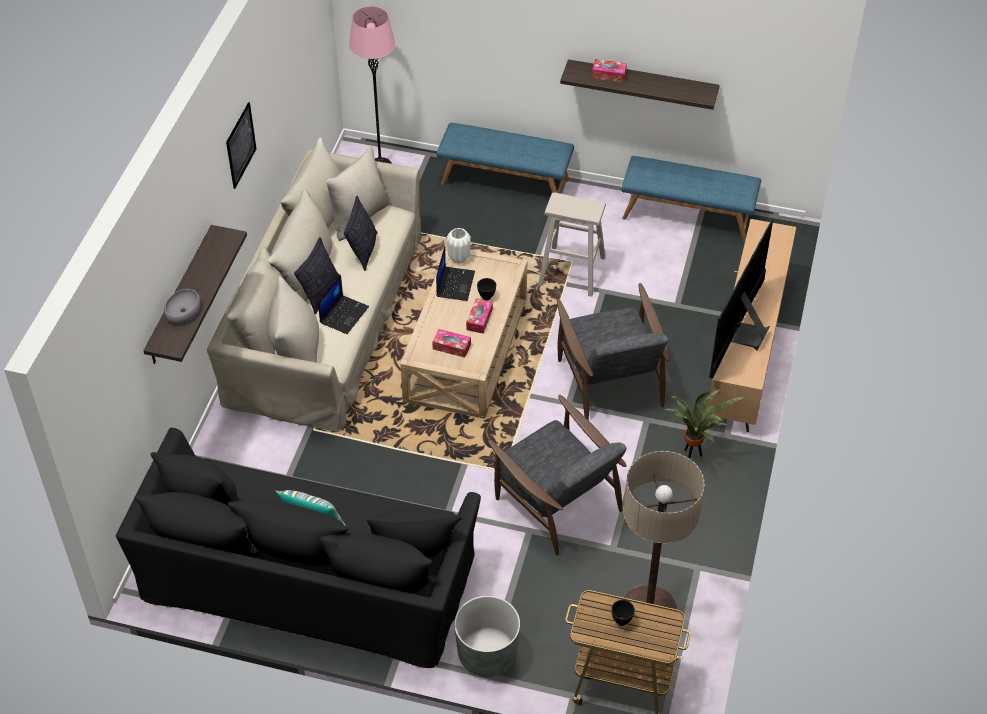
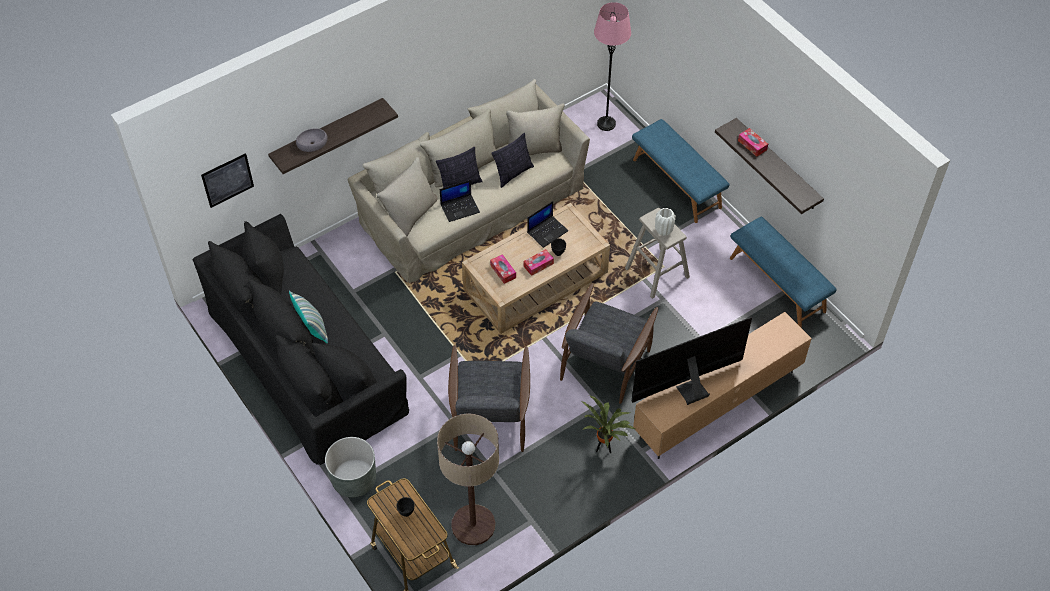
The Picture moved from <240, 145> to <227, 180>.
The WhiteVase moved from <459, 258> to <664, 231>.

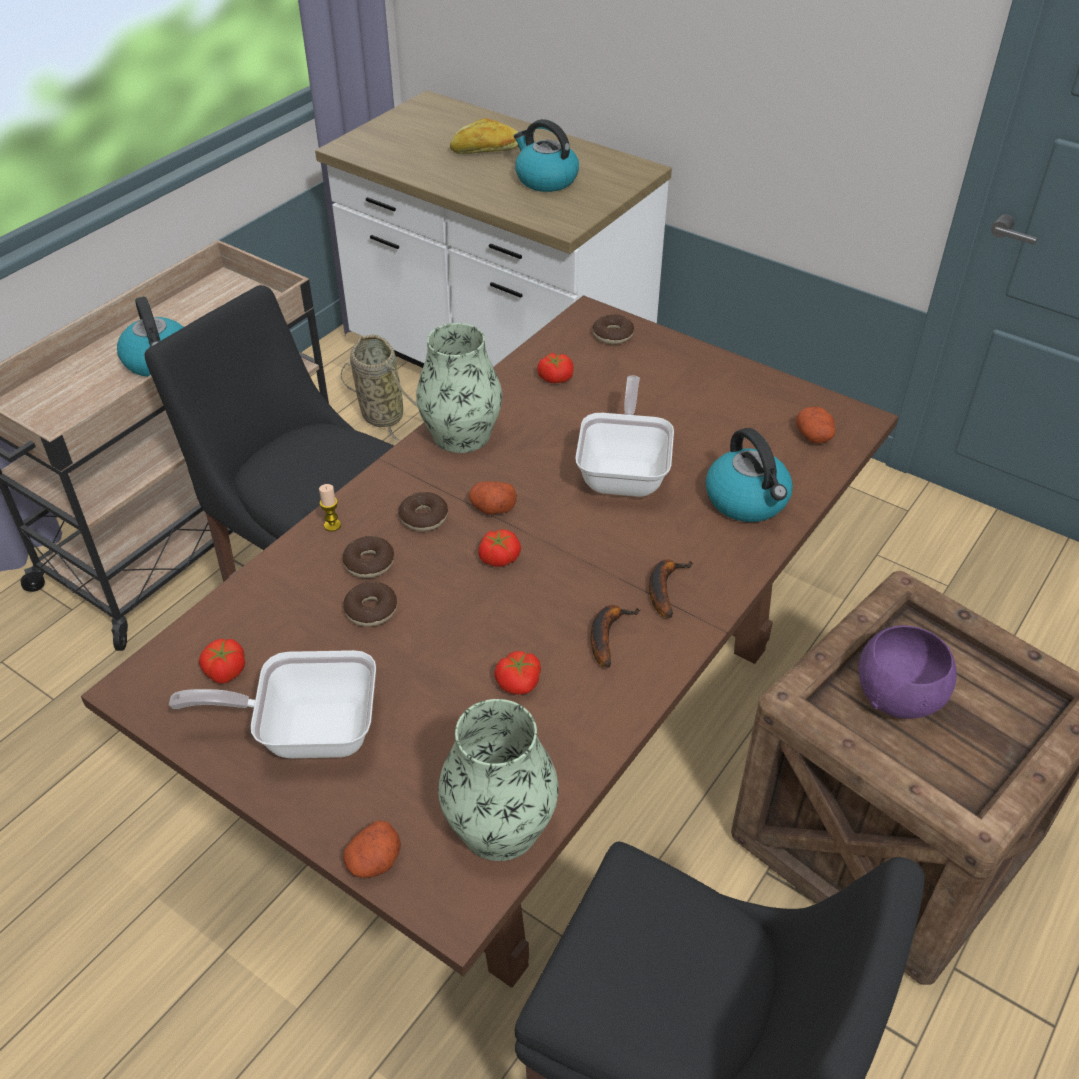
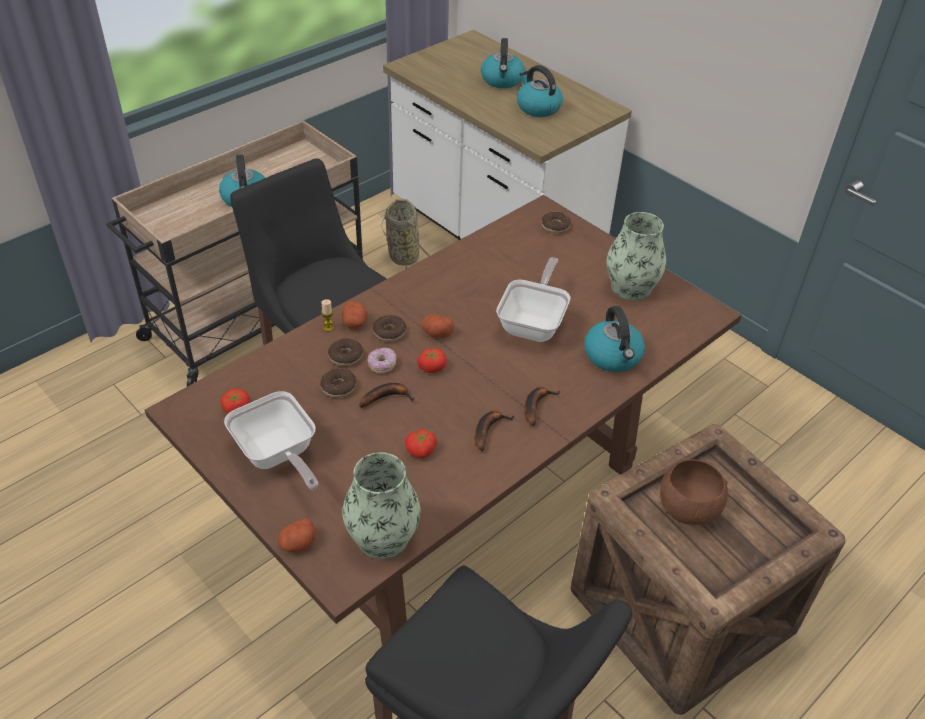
The Tomato at <555, 377> disappeared.
The Banana at <387, 397> appeared.
The Donut at <382, 365> appeared.
The Vase moved from <461, 434> to <631, 287>.
The Potato moved from <814, 436> to <355, 323>.
The Bread at <486, 150> was replaced by the Kettle at <502, 80>.
The PurpleBowl at <898, 695> became the BrownBowl at <688, 508>.
The FryingPan at <307, 731> turned 135 degrees counterclockwise.

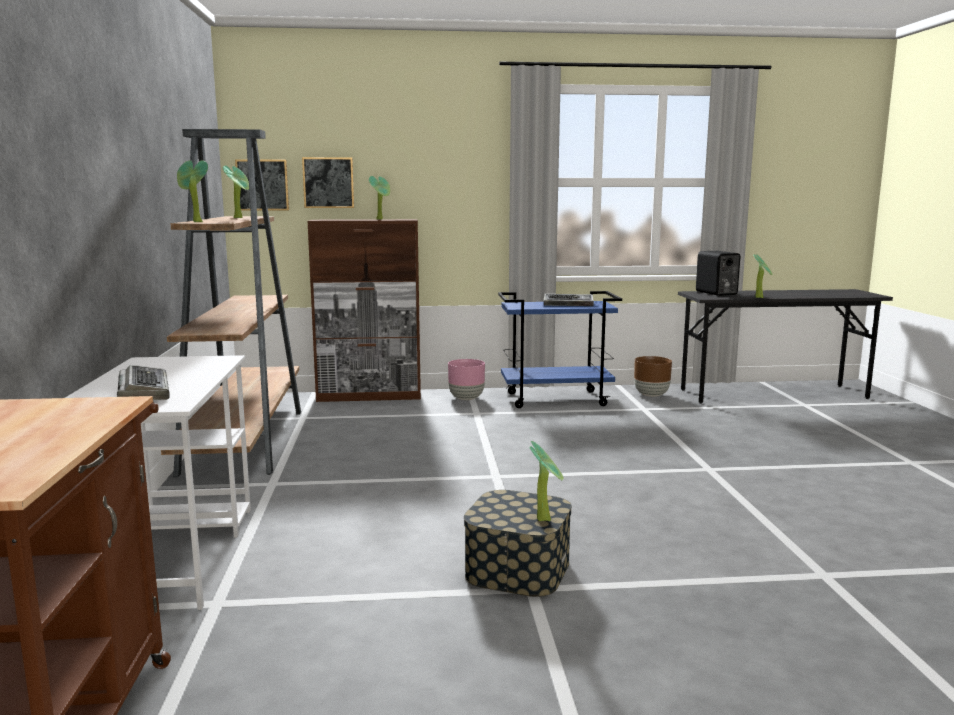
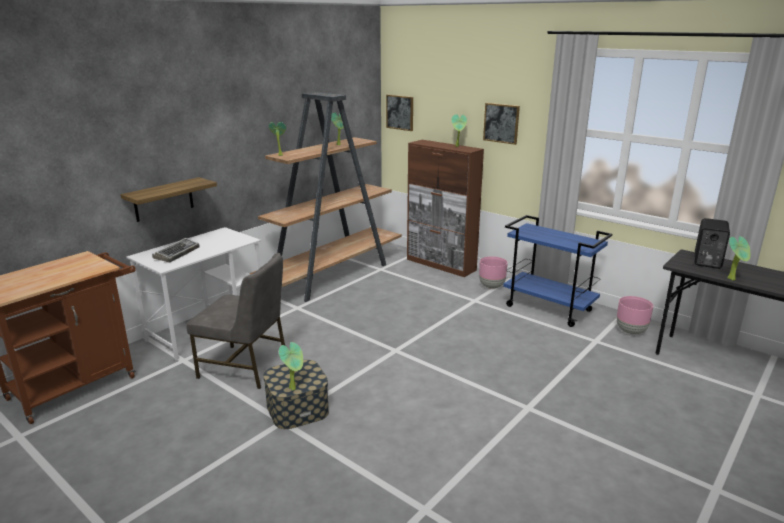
The Keyboard at <569, 304> disappeared.
The Shelf at <163, 199> appeared.
The GreyChair at <245, 367> appeared.
The Picture moved from <328, 182> to <501, 123>.
The BrownPlanter at <651, 395> became the PinkPlanter at <630, 331>.

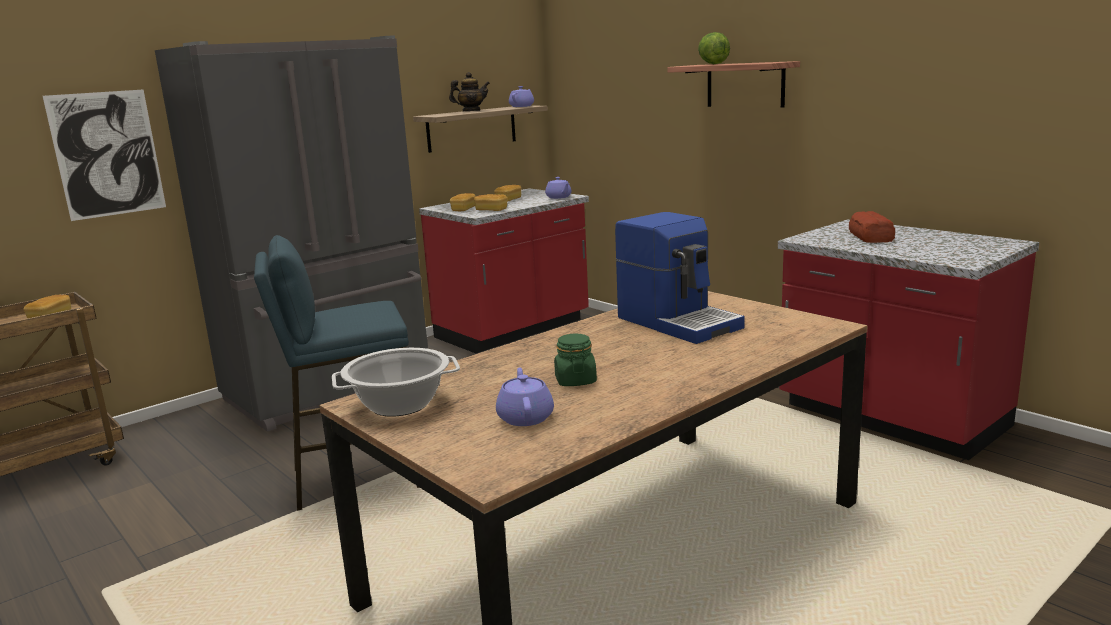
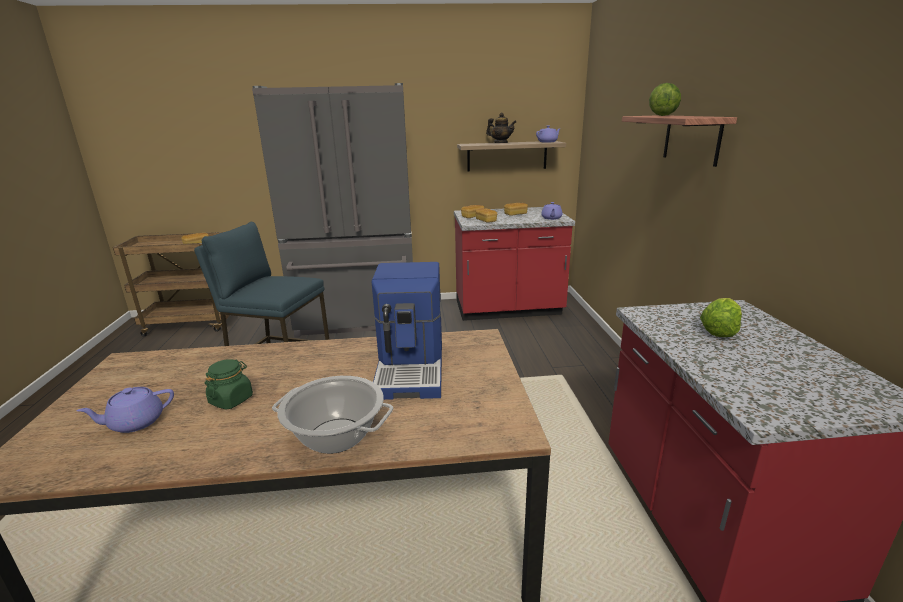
The Picture at <107, 154> disappeared.
The CookingPot moved from <400, 404> to <336, 436>.
The Bread at <870, 237> was replaced by the Lettuce at <719, 331>.
The PurpleTeapot at <525, 417> turned 150 degrees counterclockwise.

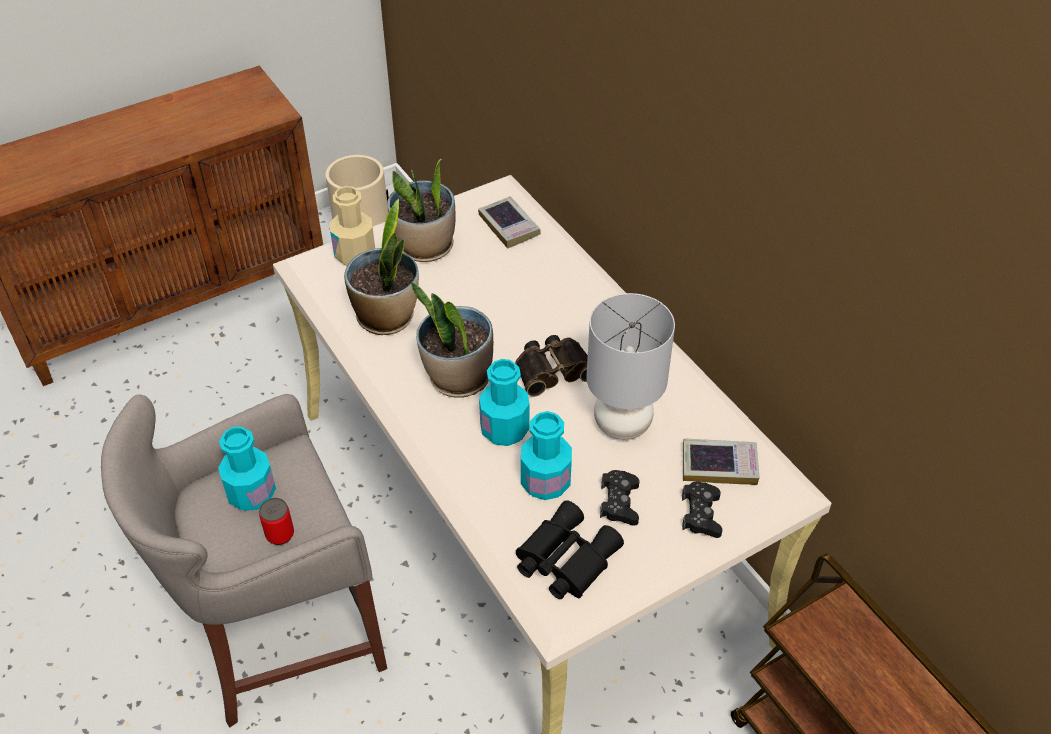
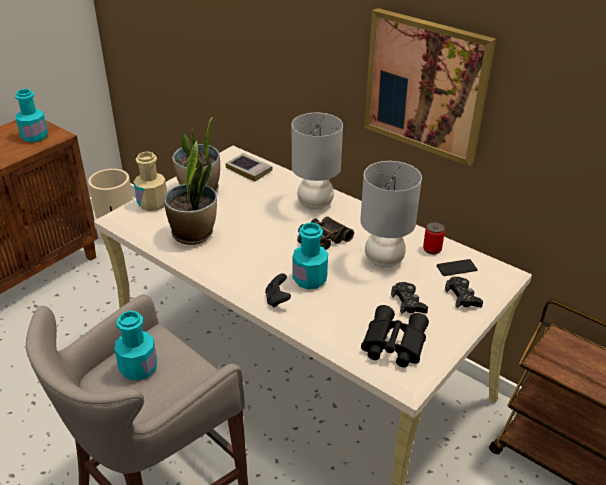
The PottedPlant at <458, 378> disappeared.
The BlackGameController at <277, 299> appeared.
The GreyTableLamp at <315, 204> appeared.
The Picture at <426, 86> appeared.
The Can moved from <280, 534> to <432, 249>.
The TurquoiseBottle moved from <545, 482> to <35, 136>.
The Book at <719, 465> was replaced by the Phone at <456, 268>.

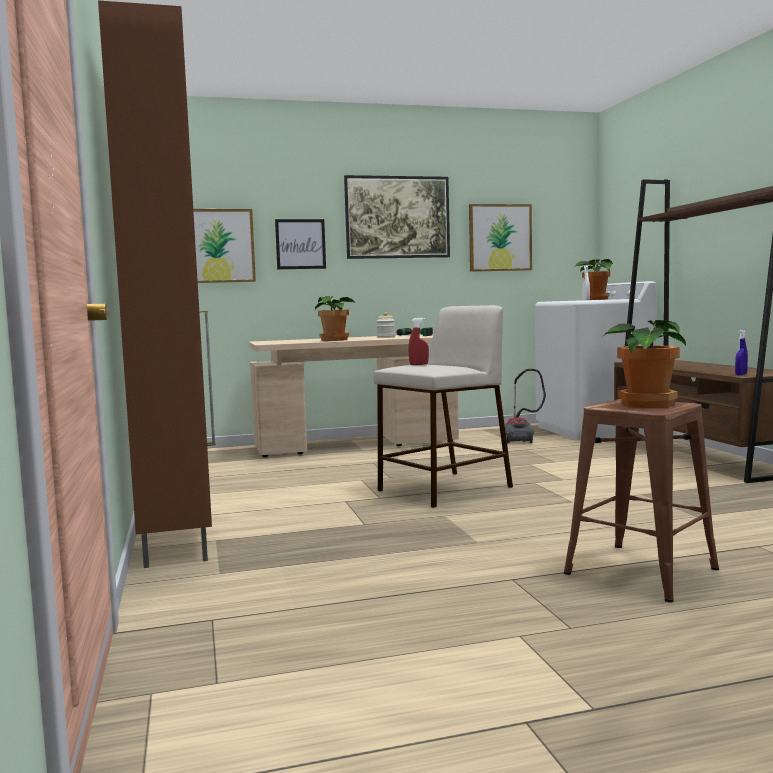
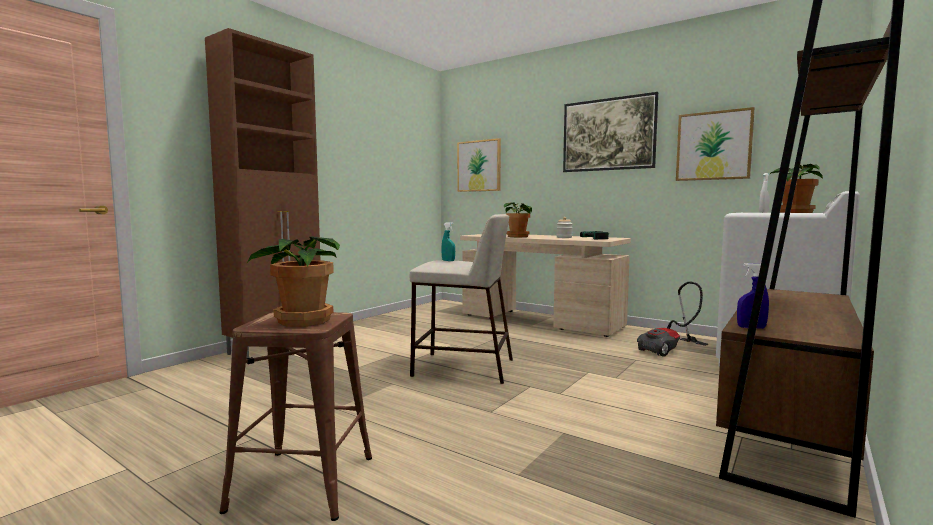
The Picture at <300, 244> disappeared.
The RedSprayBottle at <419, 364> became the TurquoiseSprayBottle at <448, 261>.

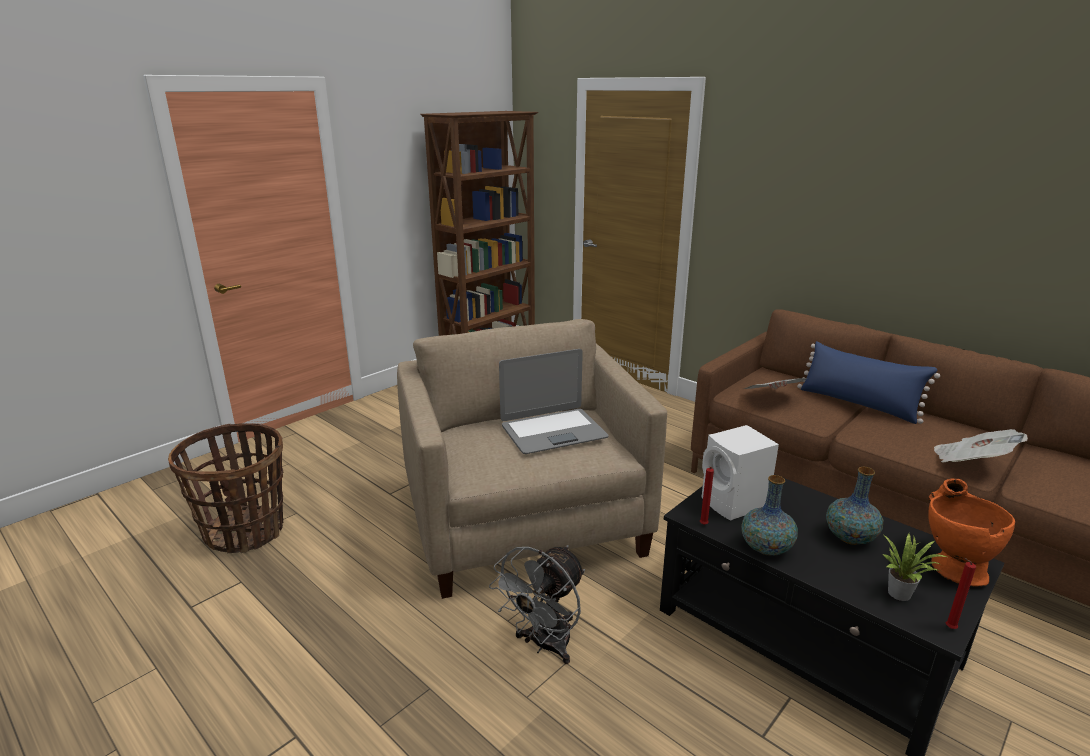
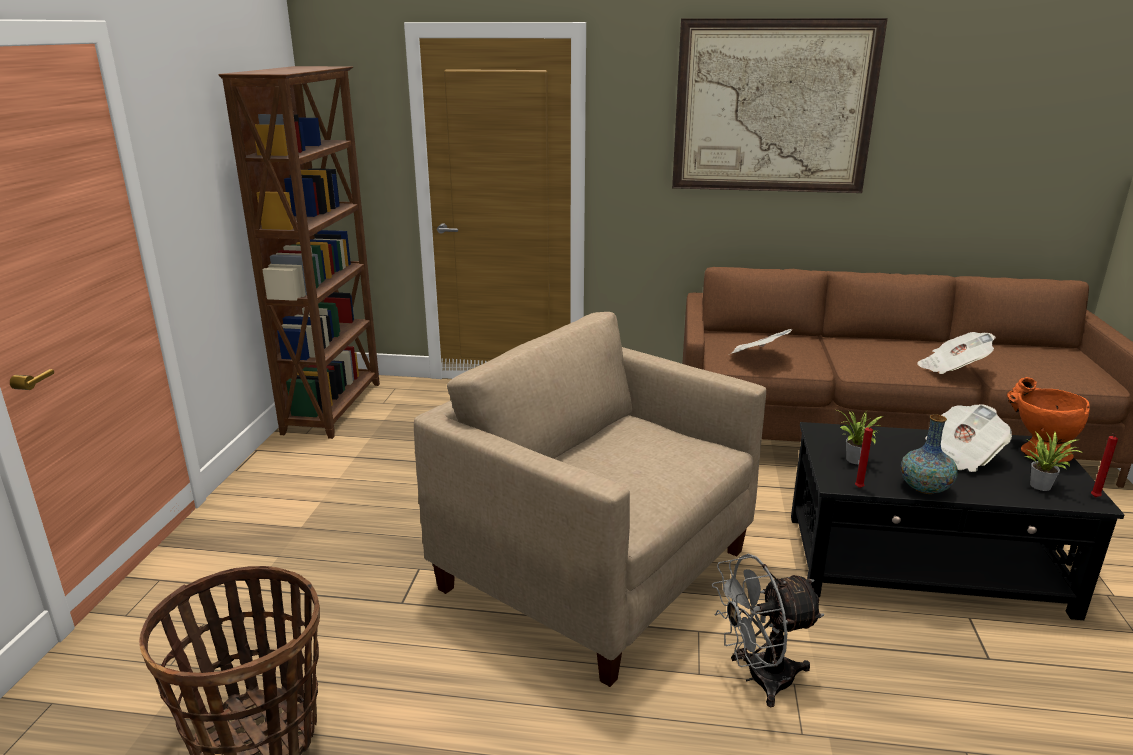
The Laptop at <553, 432> disappeared.
The BluePillow at <858, 404> disappeared.
The Picture at <773, 107> appeared.
The WhiteSpeaker at <735, 504> was replaced by the PottedPlant at <854, 461>.
The Vase at <849, 537> was replaced by the Newspaper at <959, 456>.
The GreyFan at <544, 645> turned 75 degrees clockwise.

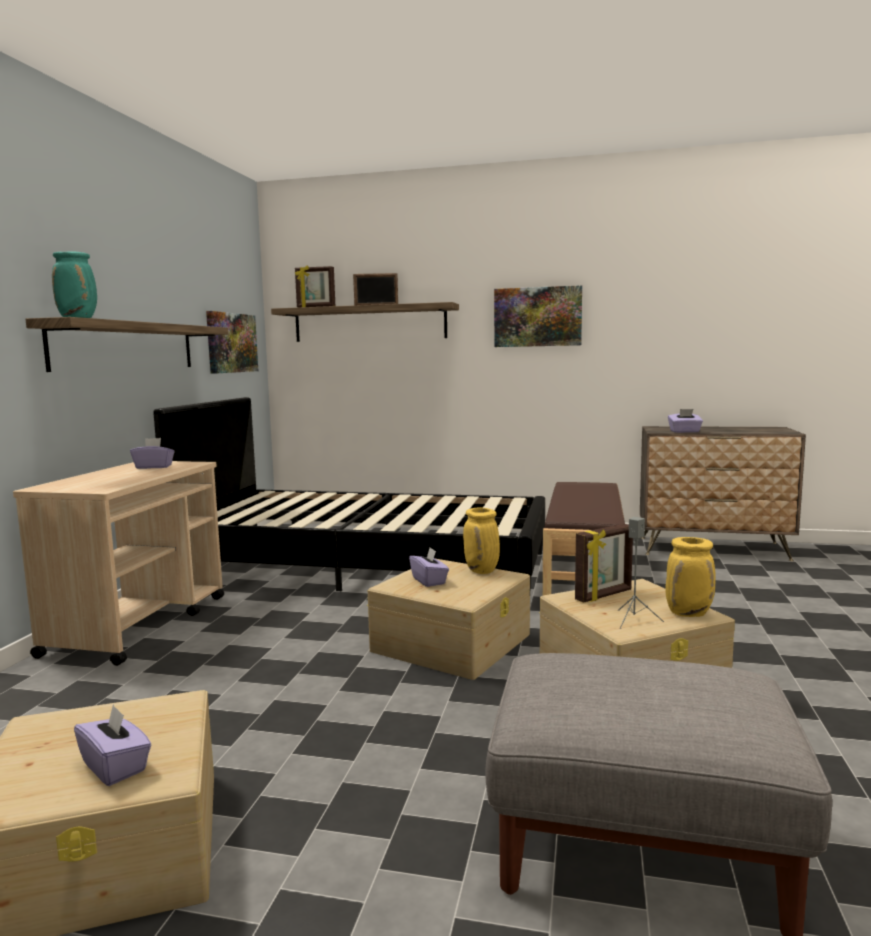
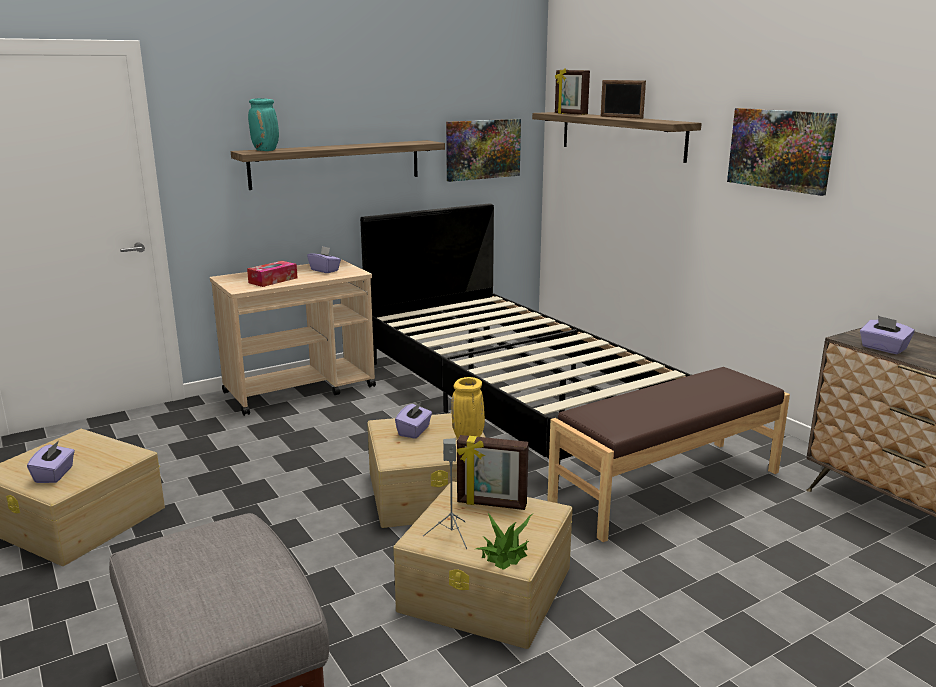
The TissueBox at <273, 280> appeared.
The YellowVase at <689, 613> was replaced by the PottedPlant at <505, 554>.

